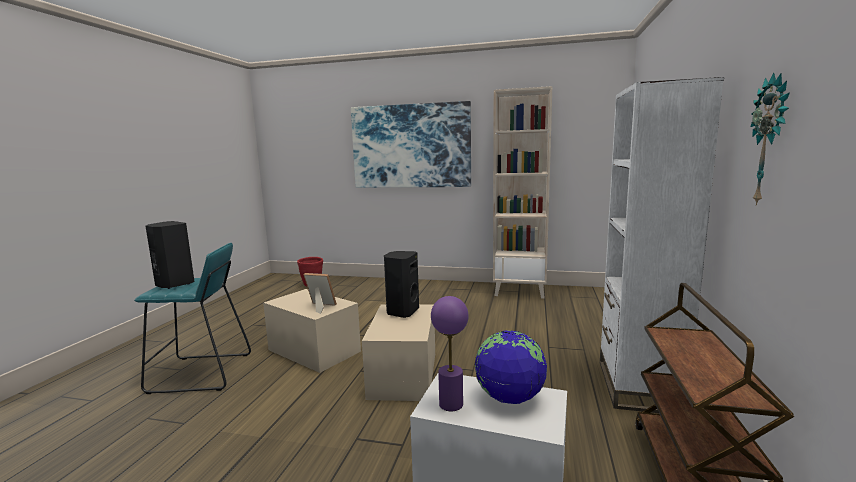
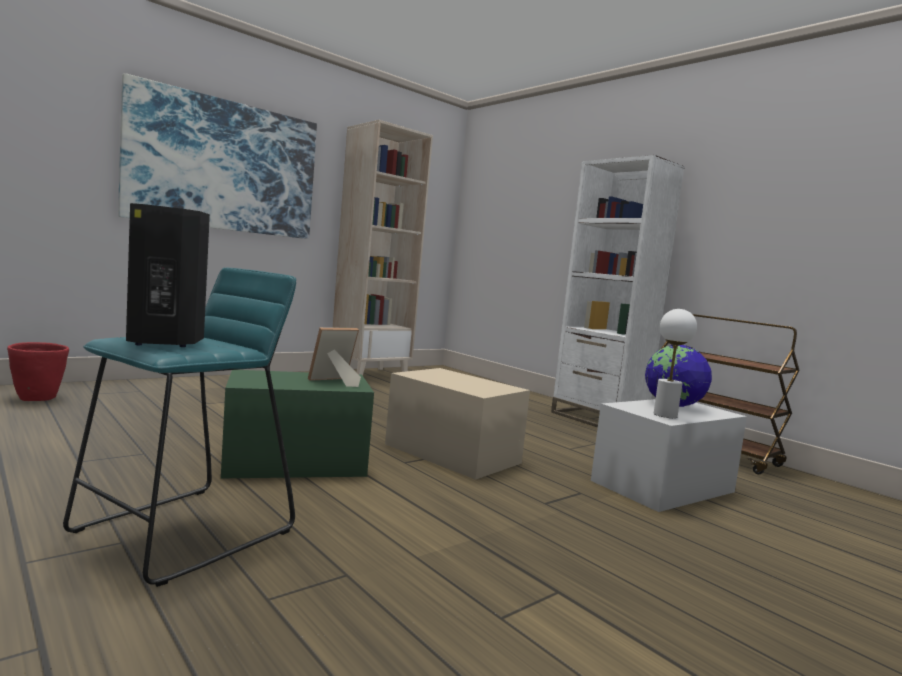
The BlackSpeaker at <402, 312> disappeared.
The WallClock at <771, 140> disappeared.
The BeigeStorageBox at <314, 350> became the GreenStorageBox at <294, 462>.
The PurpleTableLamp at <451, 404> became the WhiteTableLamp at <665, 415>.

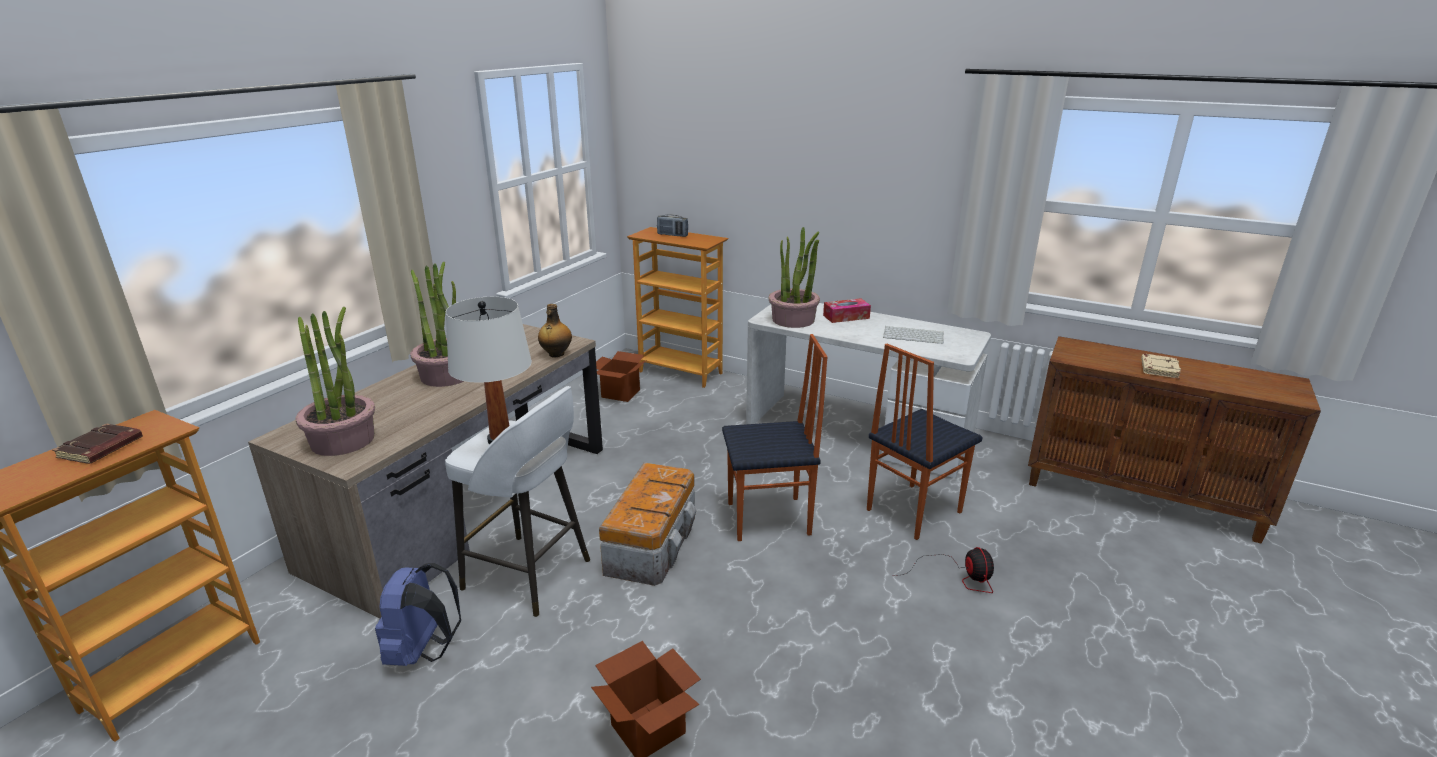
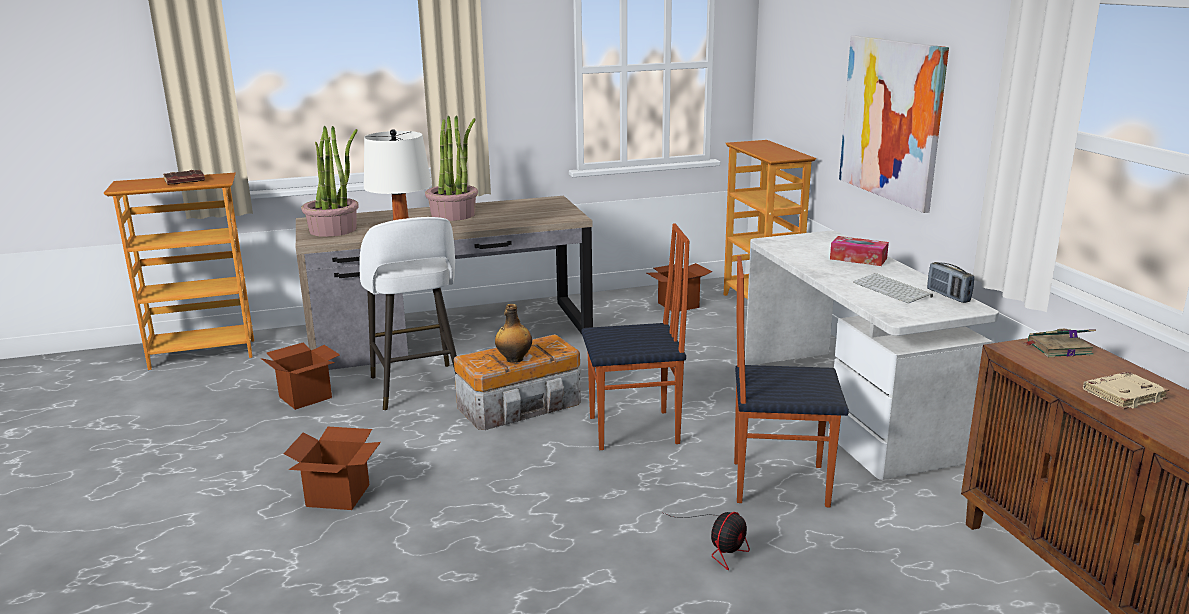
The PottedPlant at <793, 320> disappeared.
The Picture at <891, 120> appeared.
The Book at <1058, 348> appeared.
The Bottle moved from <556, 354> to <514, 359>.
The Radio moved from <672, 235> to <948, 296>.
The BlueBackpack at <423, 651> was replaced by the CardboardBox at <305, 397>.
The Chair at <769, 519> turned 45 degrees counterclockwise.

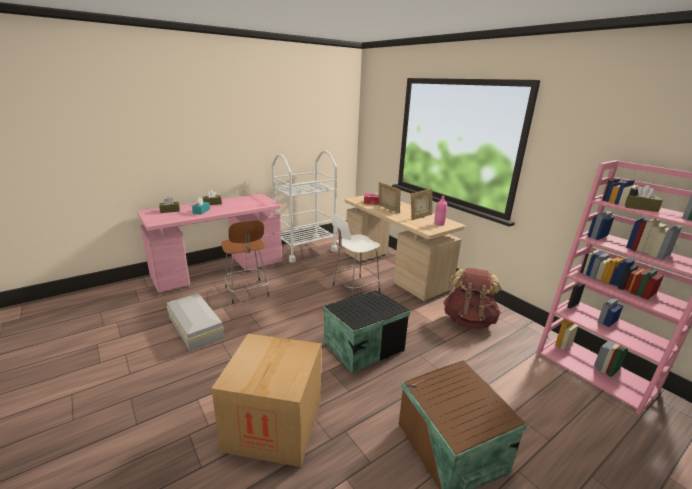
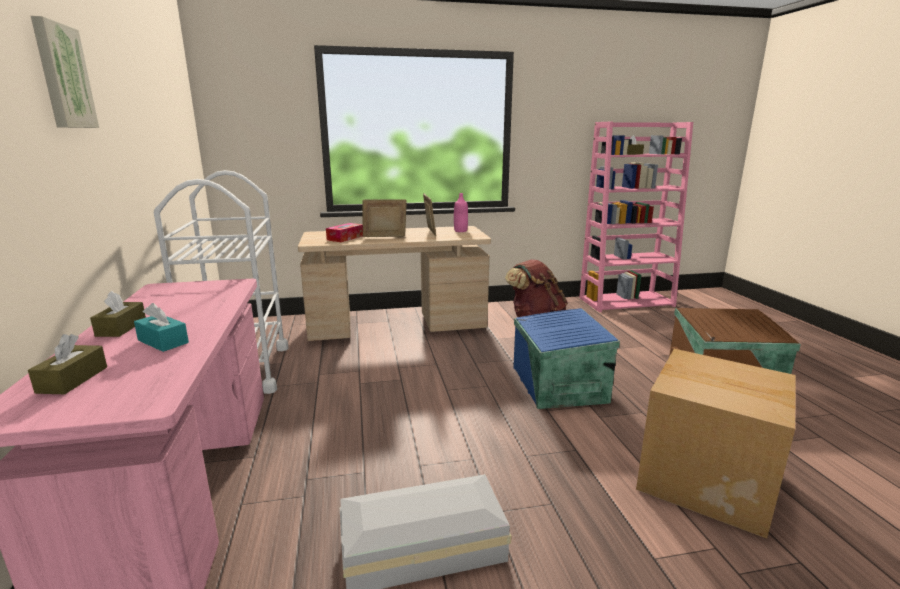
The BrownStool at <247, 292> disappeared.
The WhiteStool at <354, 289> disappeared.
The Picture at <62, 77> appeared.
The BlackStorageBox at <362, 346> became the BlueStorageBox at <557, 385>.

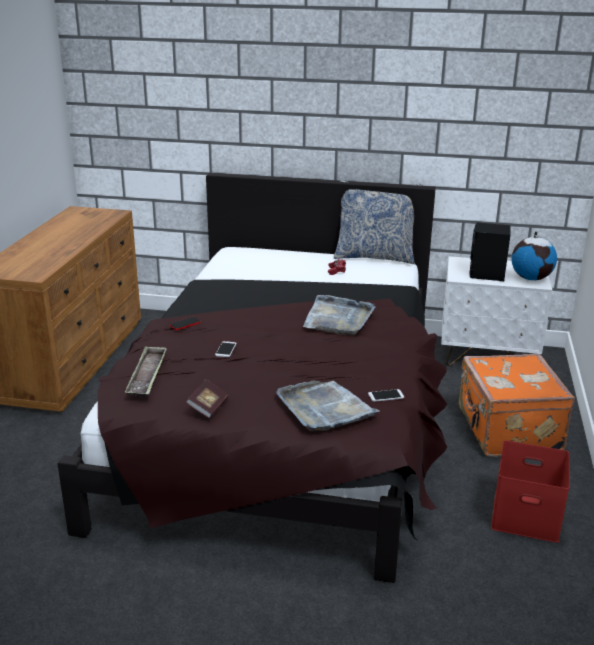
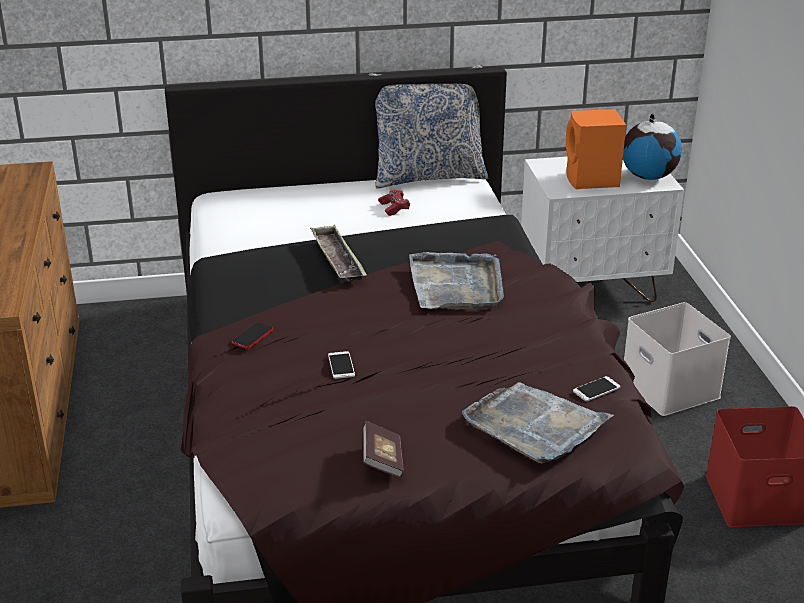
The Tray moved from <147, 376> to <337, 259>.
The OrangeSuitcase at <506, 431> was replaced by the WhiteStorageBox at <672, 388>.
The BlackSpeaker at <486, 275> became the OrangeSpeaker at <592, 181>.

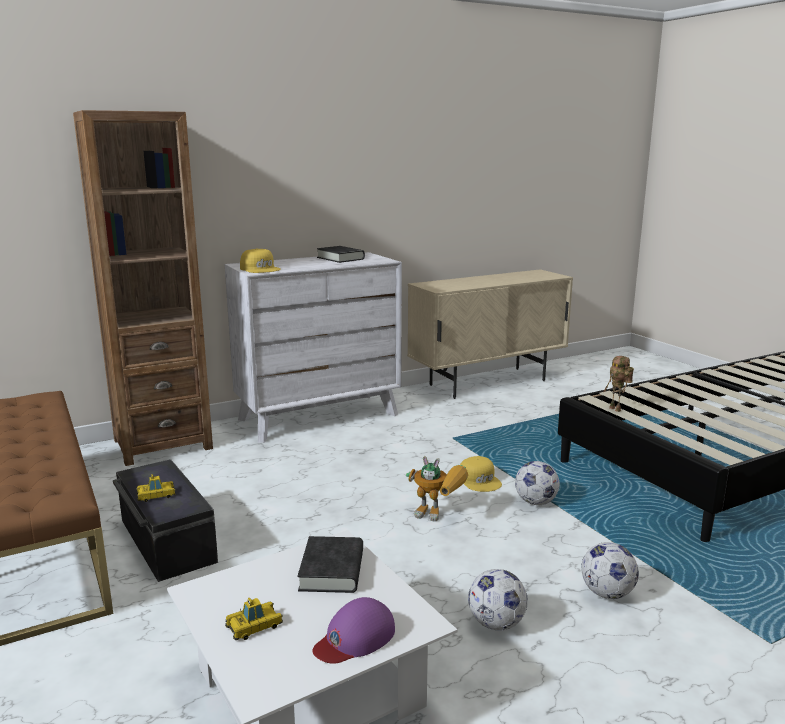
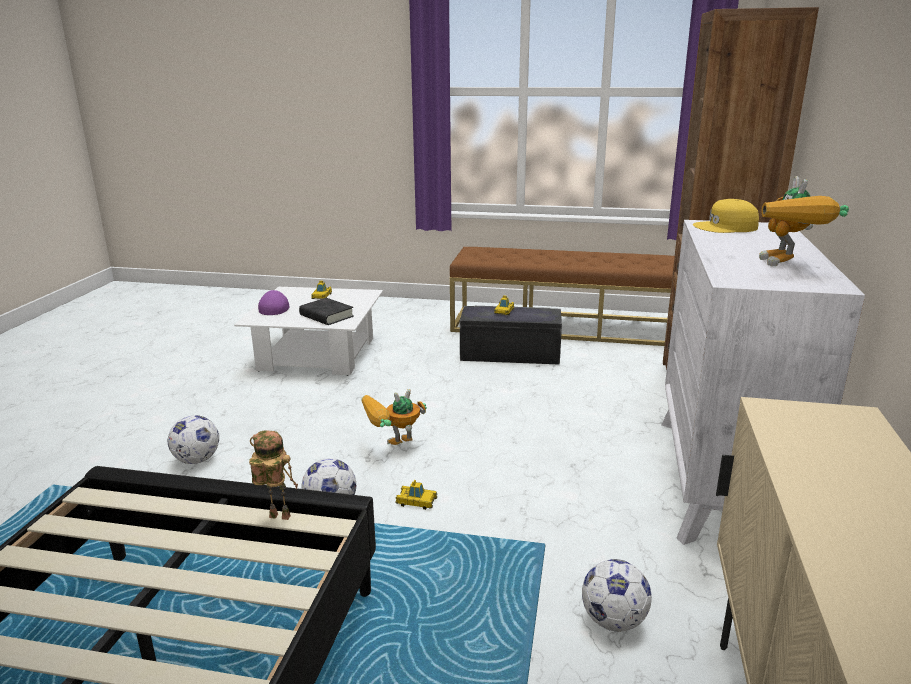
The Football moved from <496, 623> to <614, 621>.
The BlackBook at <340, 258> was replaced by the ToyRobot at <788, 266>.
The YellowCap at <480, 480> was replaced by the ToyCar at <416, 501>.

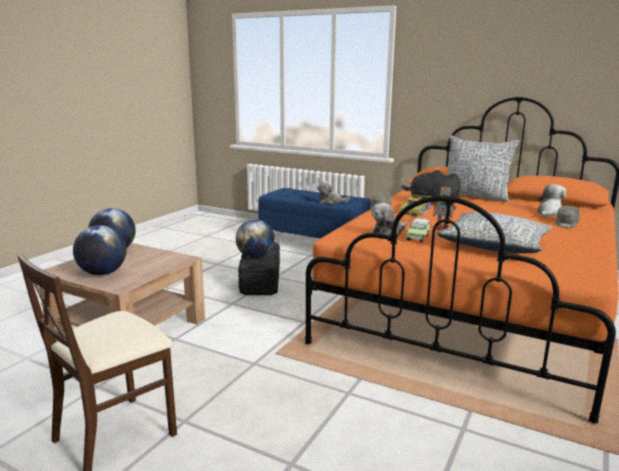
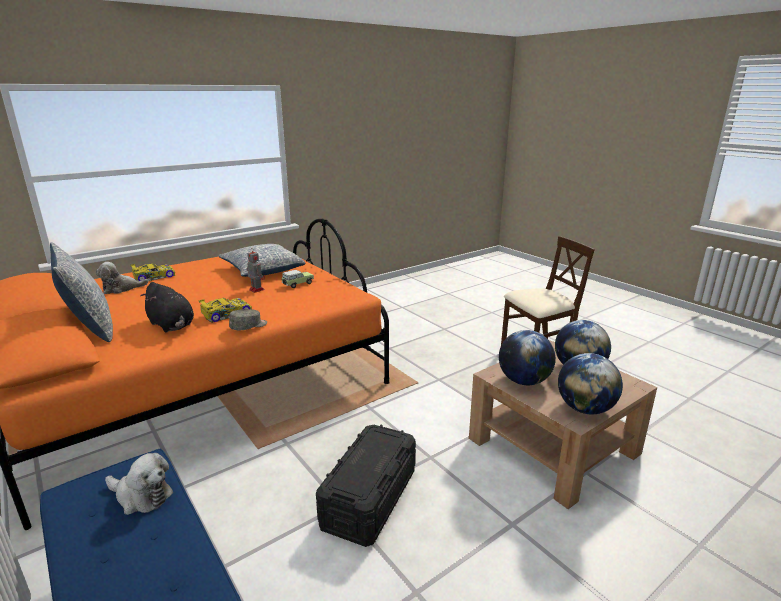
The PlushToy at <388, 233> disappeared.
The Globe moved from <255, 257> to <523, 381>.
The GreyCap at <566, 224> was replaced by the ToyCar at <153, 277>.

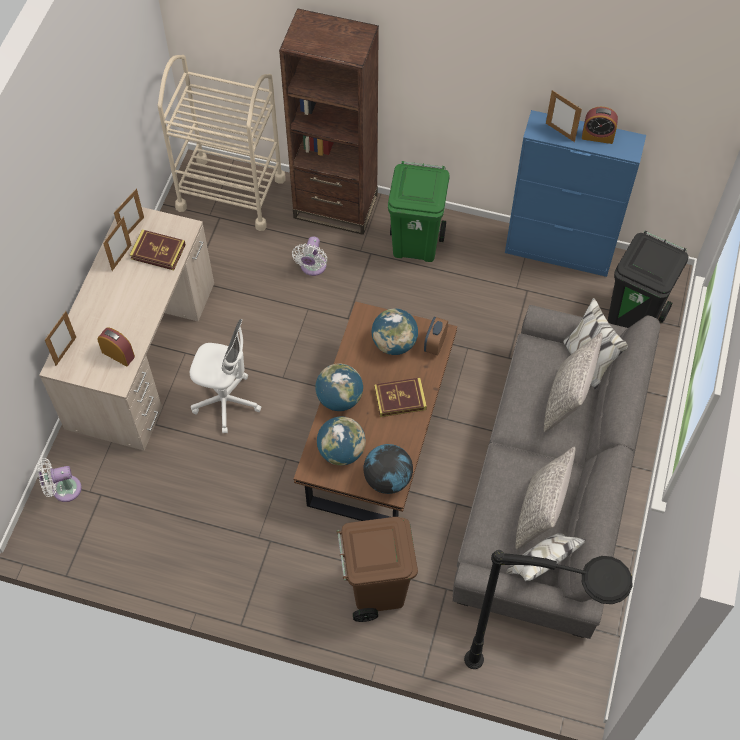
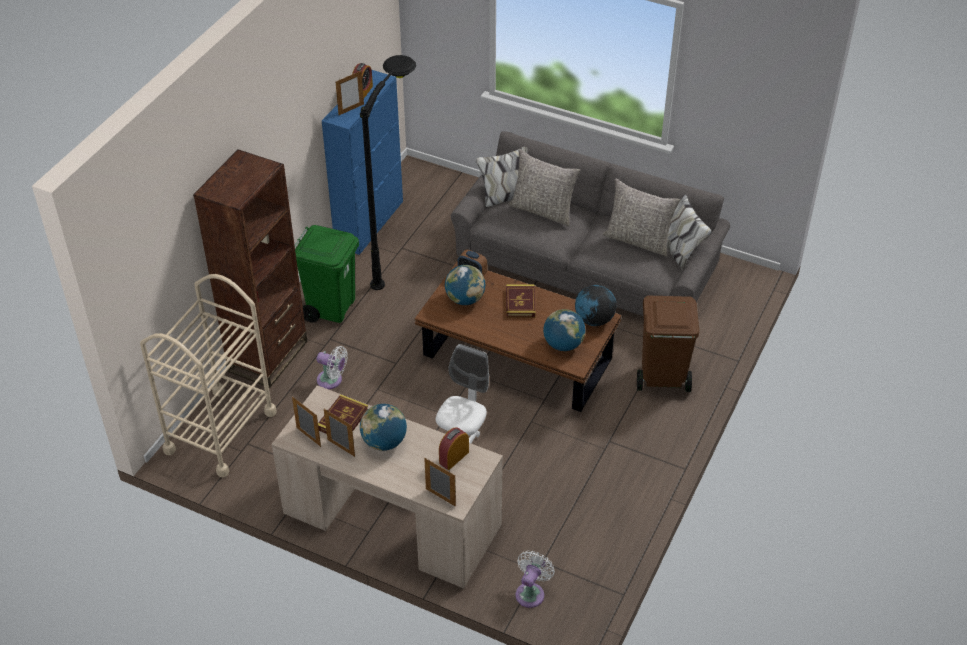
The BlackTrashCan at <635, 316> disappeared.
The Globe moved from <339, 398> to <384, 442>.
The BlackFloorLamp moved from <534, 676> to <400, 256>.
The WhiteFan at <63, 489> turned 150 degrees counterclockwise.

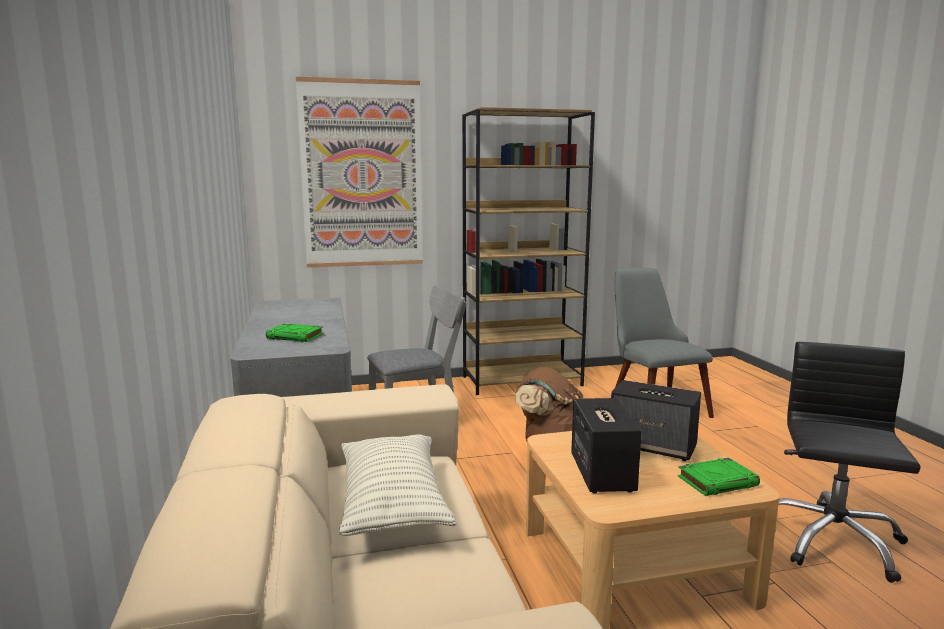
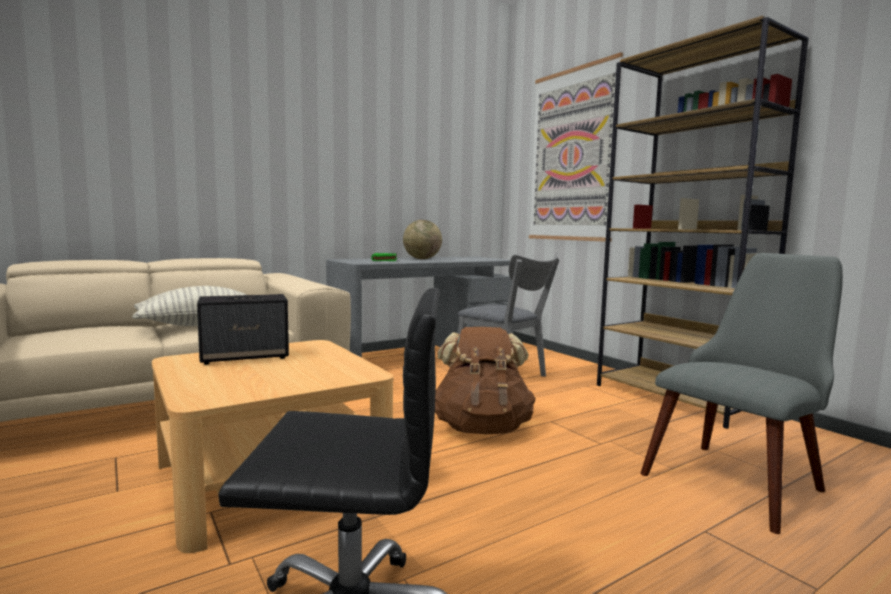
The Speaker at <653, 447> disappeared.
The GreenBook at <718, 481> disappeared.
The Globe at <422, 259> appeared.

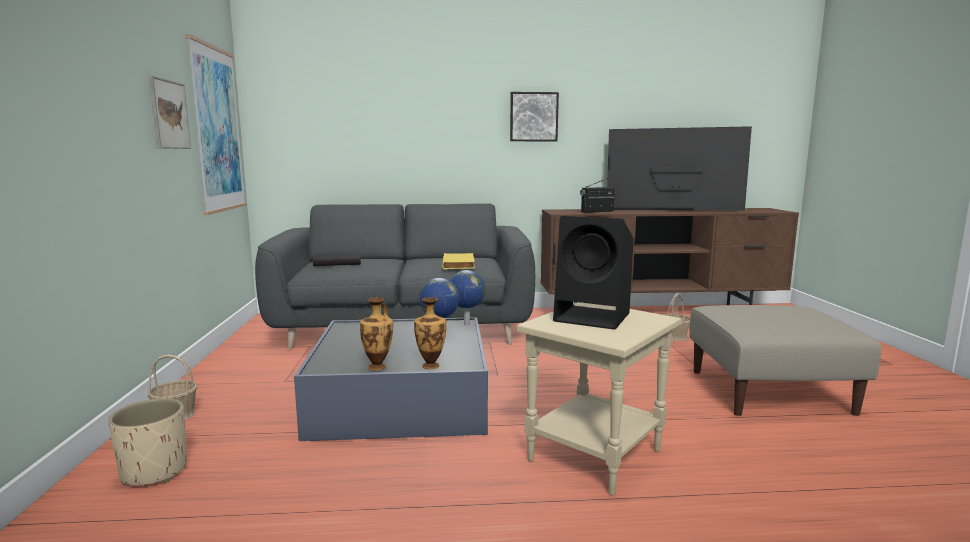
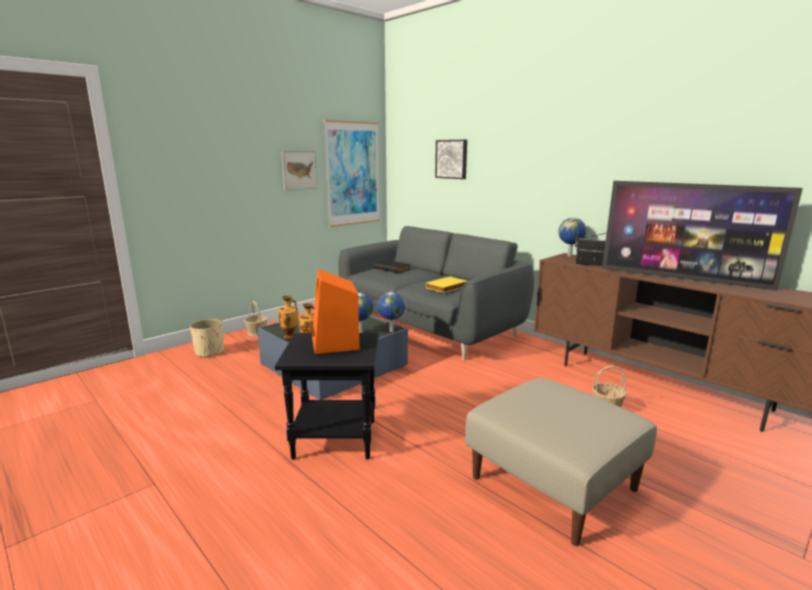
The Globe at <570, 256> appeared.
The Picture moved from <533, 117> to <452, 159>.
The BeigeSideTable at <596, 456> became the BlackSideTable at <334, 440>.
The BlackSpeaker at <594, 317> became the OrangeSpeaker at <335, 344>.
The Television at <673, 211> turned 150 degrees clockwise.

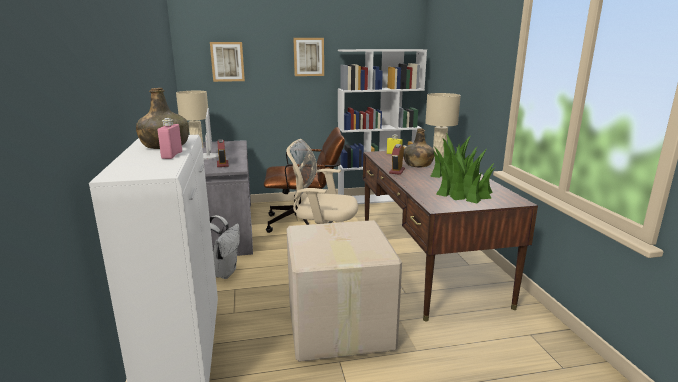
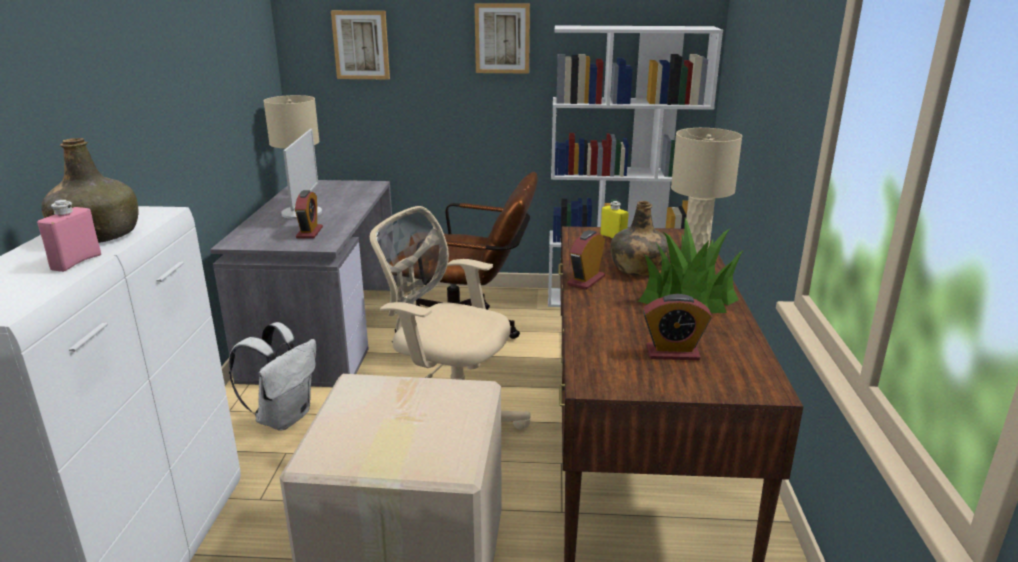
The PottedPlant at <464, 193> was replaced by the AlarmClock at <672, 353>.

